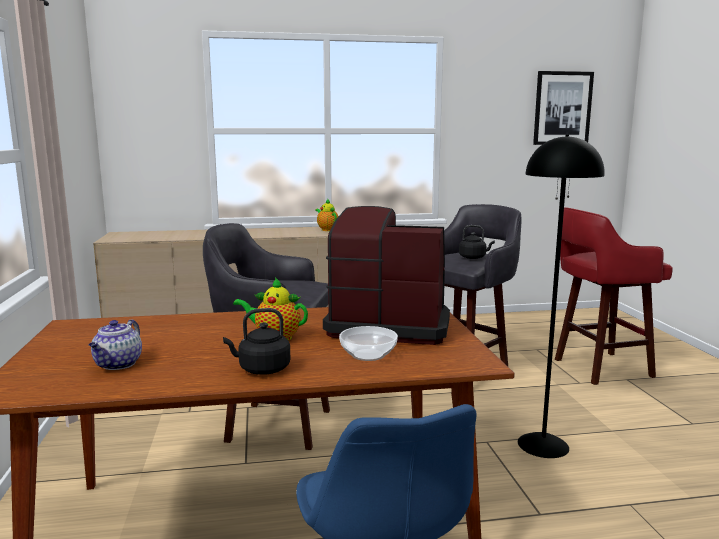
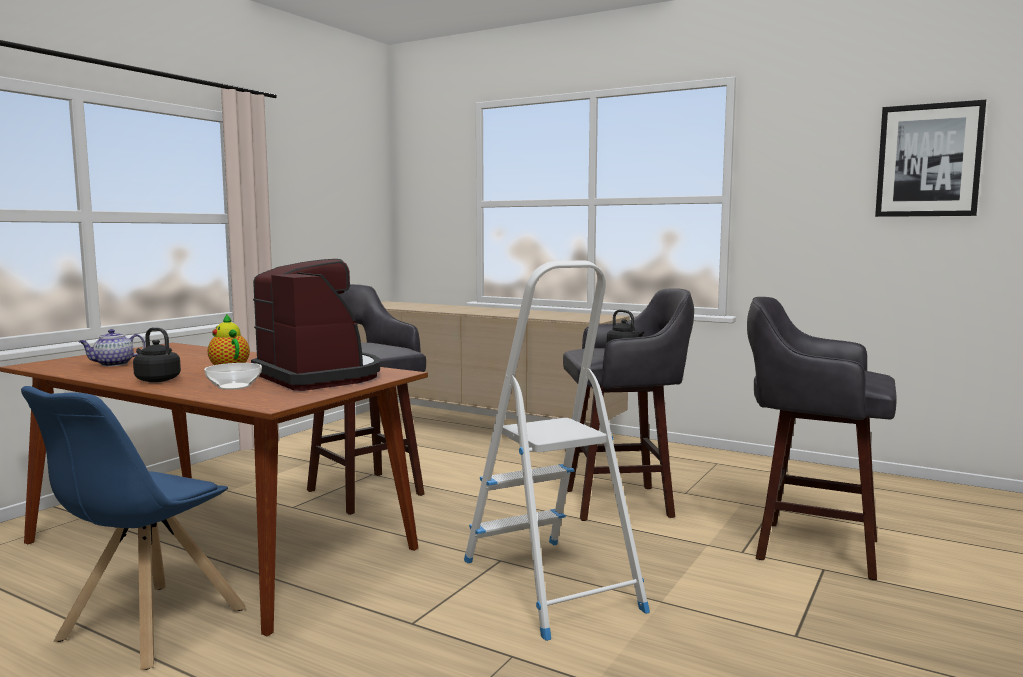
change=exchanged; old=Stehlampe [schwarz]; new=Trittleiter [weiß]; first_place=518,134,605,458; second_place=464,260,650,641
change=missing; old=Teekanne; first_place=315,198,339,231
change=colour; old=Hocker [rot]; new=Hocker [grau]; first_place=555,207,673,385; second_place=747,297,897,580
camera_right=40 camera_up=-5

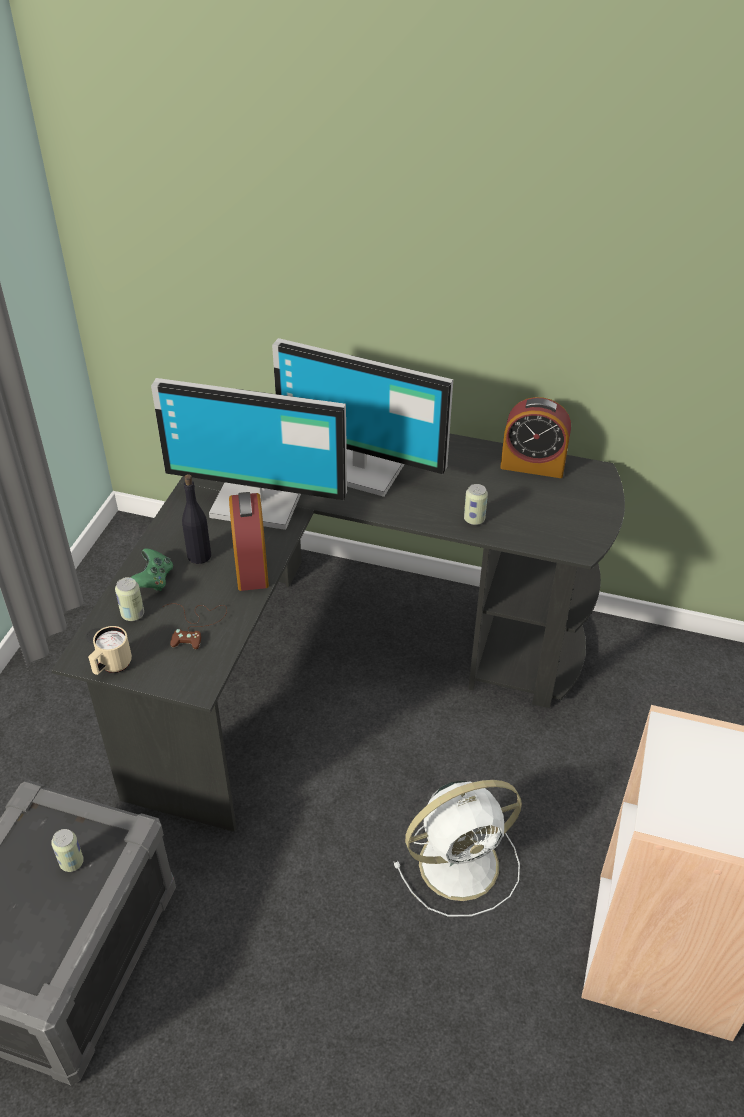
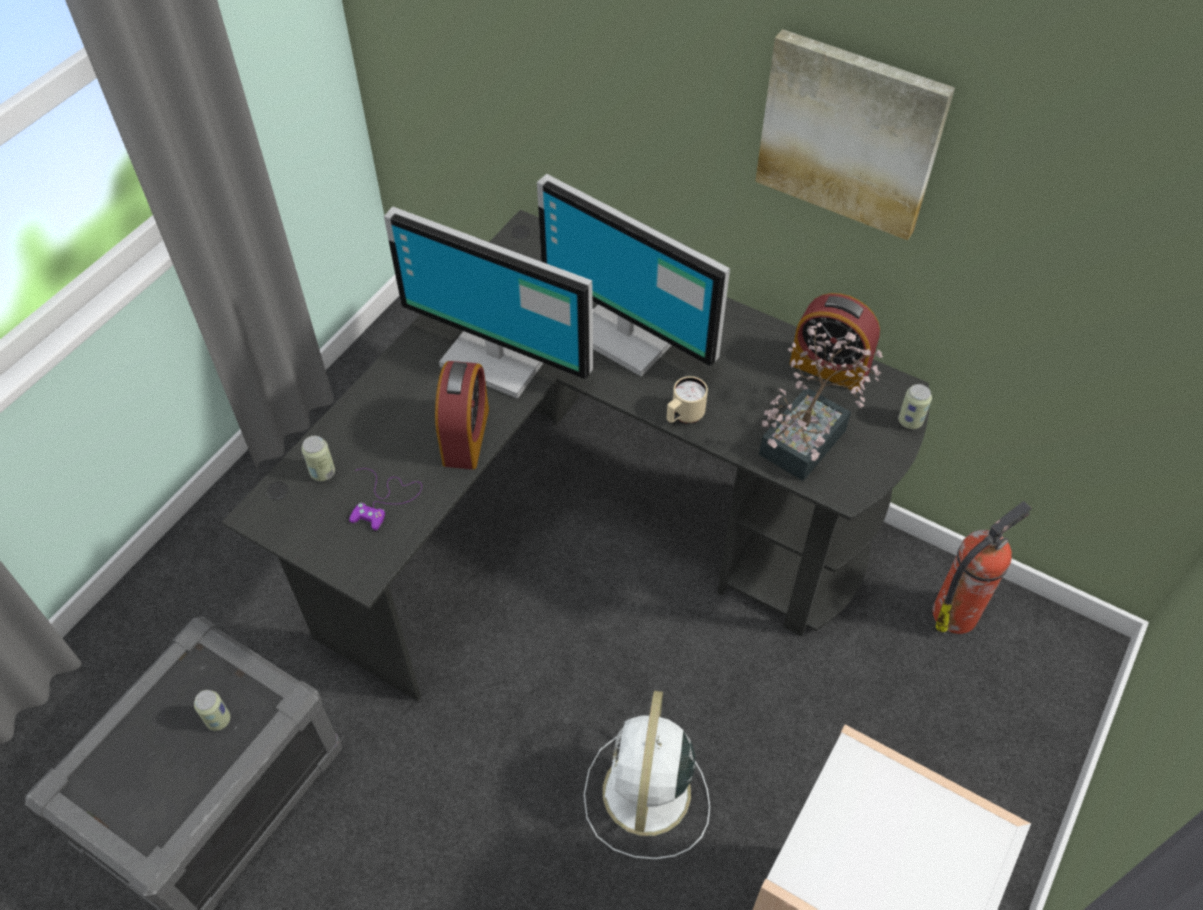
change=missing; old=Flasche [schwarz]; first_place=182,474,211,564
change=relocated; old=Dose; first_place=464,484,488,525; second_place=898,384,932,429
change=missing; old=Gamepad [grün]; first_place=130,548,173,591
change=colour; old=Gamepad [braun]; new=Gamepad [lila]; first_place=163,603,227,649; second_place=349,468,422,531
change=relocated; old=Henkelbecher [beige]; first_place=88,626,132,675; second_place=667,376,708,424
change=spun; old=Ventilator [weiß]; first_place=394,780,522,917; second_place=584,691,710,860; degrees=105
change=appeared; new=Bild; second_place=755,29,955,241
change=appeared; new=Topfpflanze; second_place=759,322,883,481
change=appeared; new=Feuerlöscher; second_place=932,501,1032,634
camera_right=15 camera_up=10

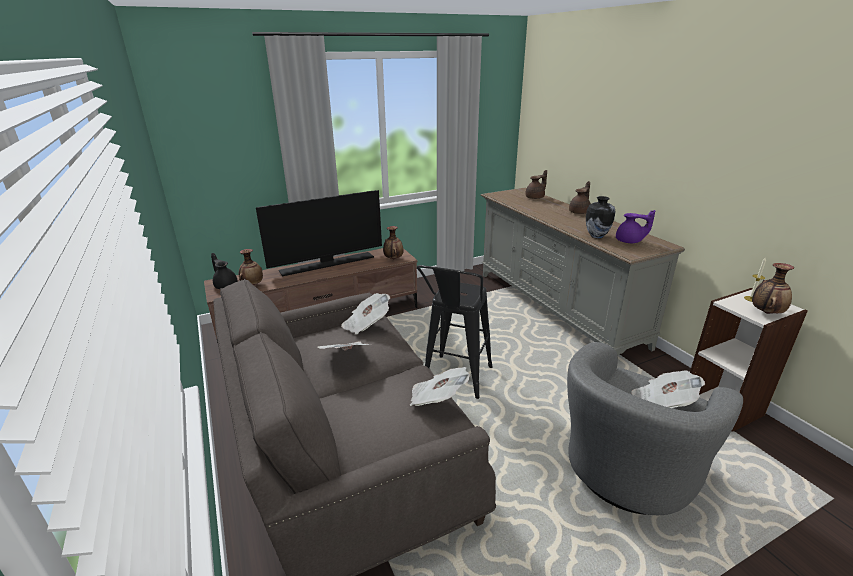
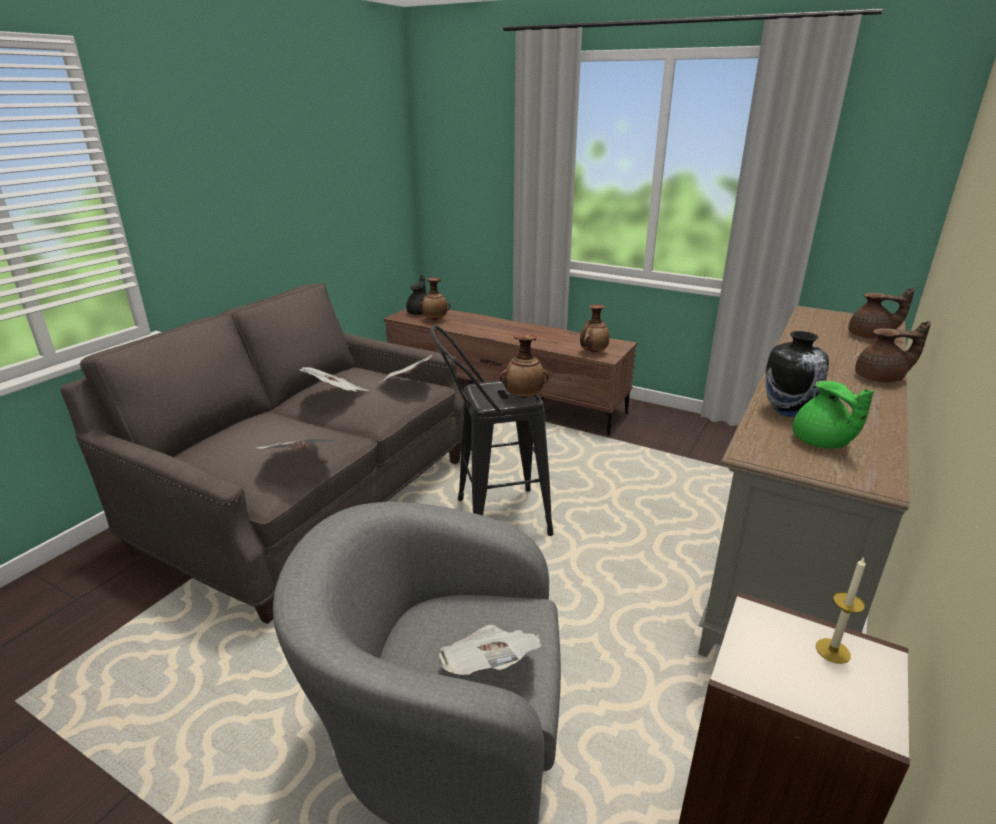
change=missing; old=Fernseher; first_place=256,190,382,276
change=colour; old=Teekanne [lila]; new=Teekanne [grün]; first_place=616,210,655,243; second_place=792,381,874,449
change=relocated; old=Vase; first_place=752,263,794,314; second_place=500,333,549,398
camera_right=55 camera_up=0

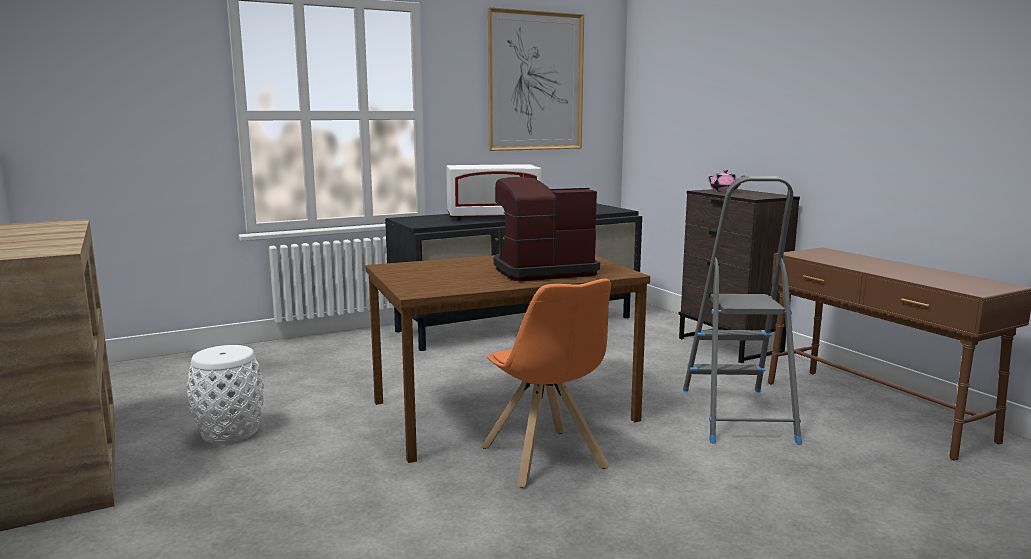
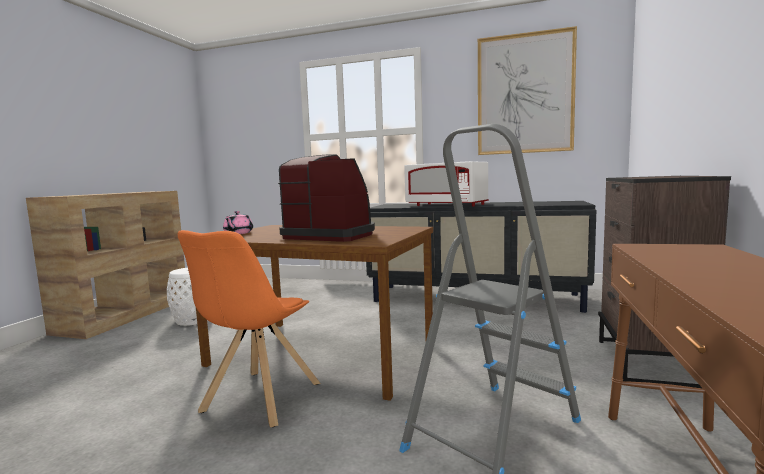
change=relocated; old=Teekanne [rosa]; first_place=708,170,743,192; second_place=223,211,253,234
camera_right=45 camera_up=-5

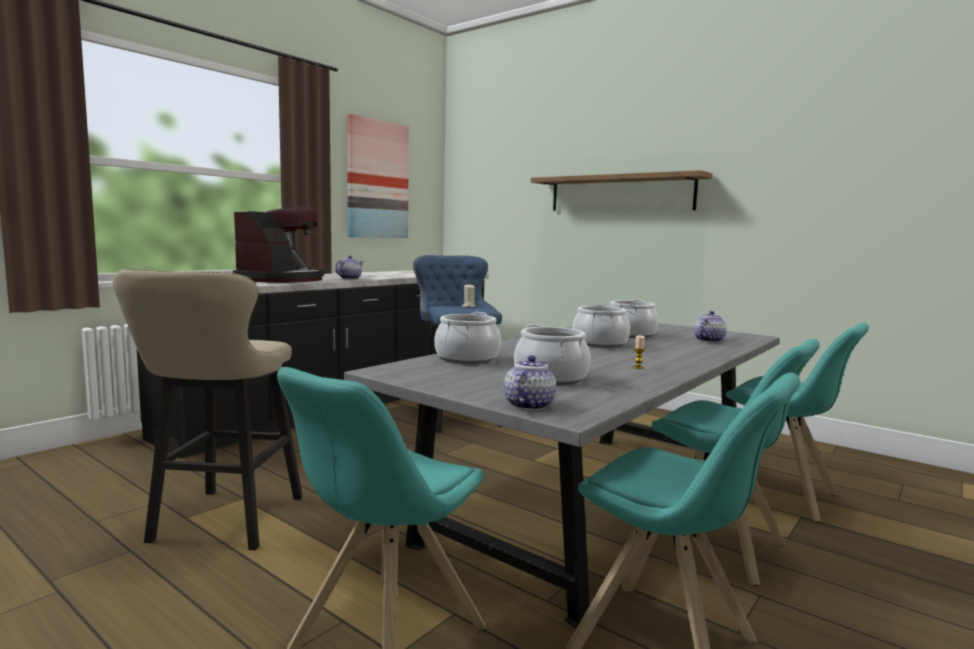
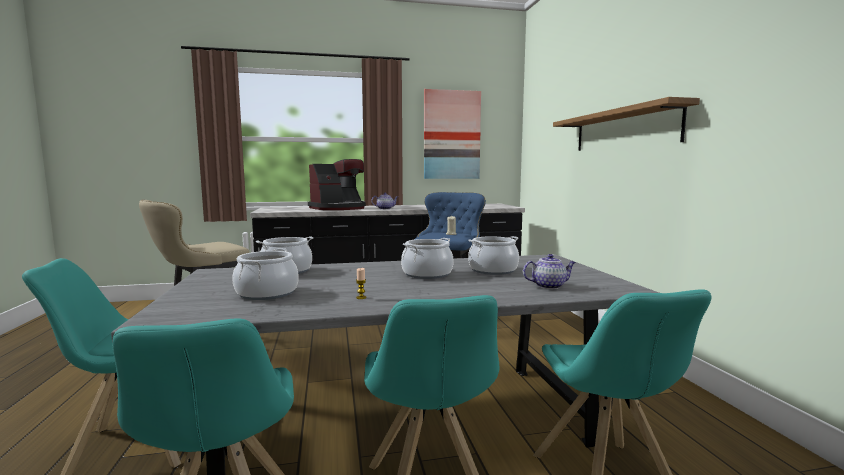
change=missing; old=Teekanne; first_place=504,355,556,410
camera_right=40 camera_up=0

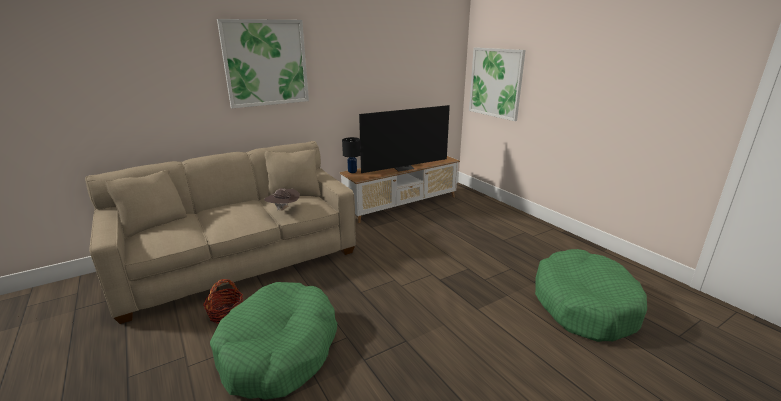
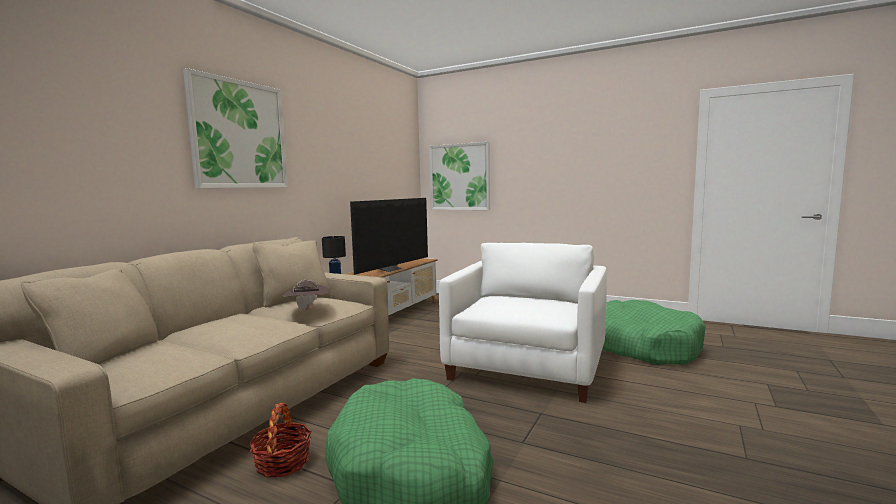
change=appeared; new=Sessel [weiß]; second_place=439,243,607,403
camera_right=-30 camera_up=-15

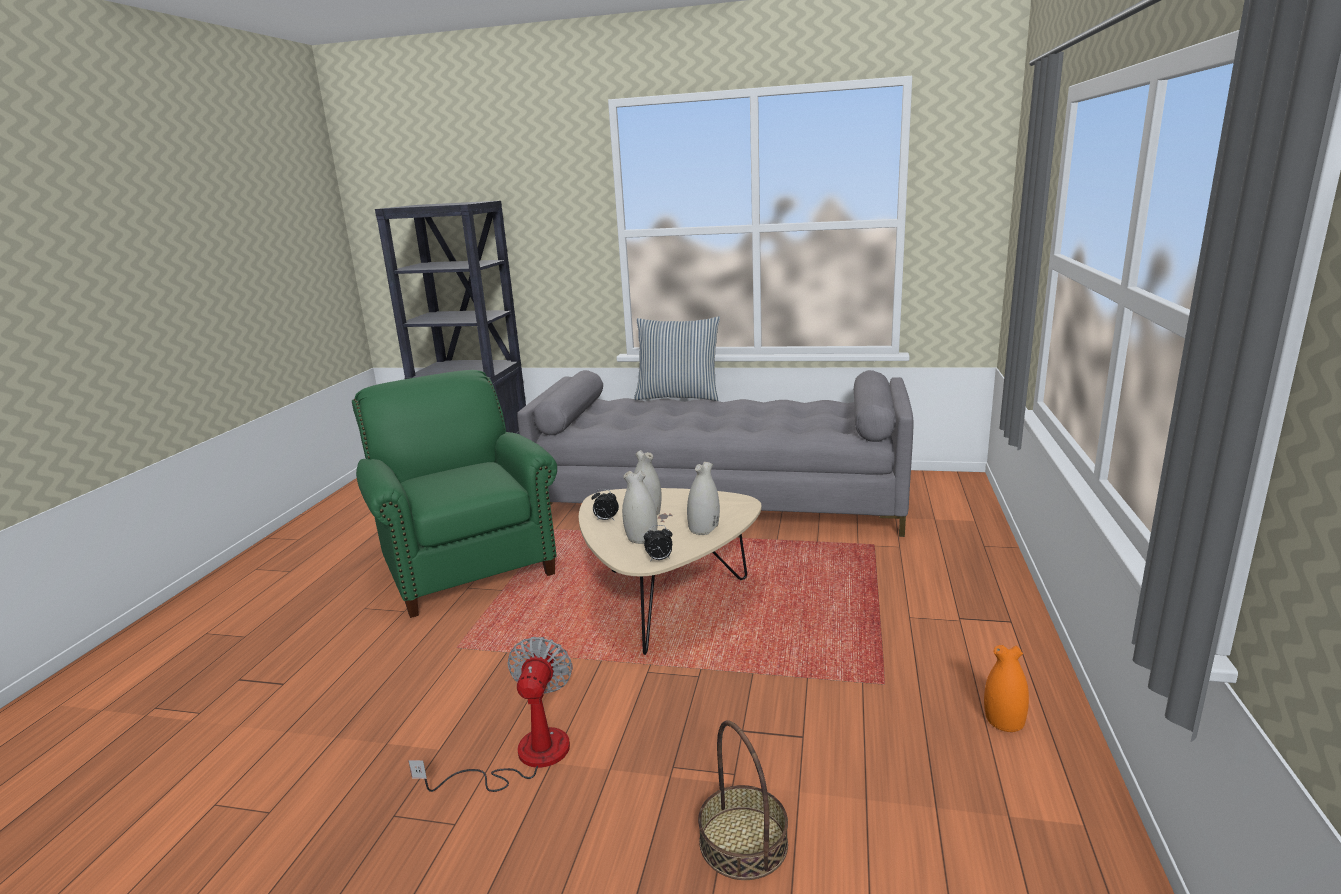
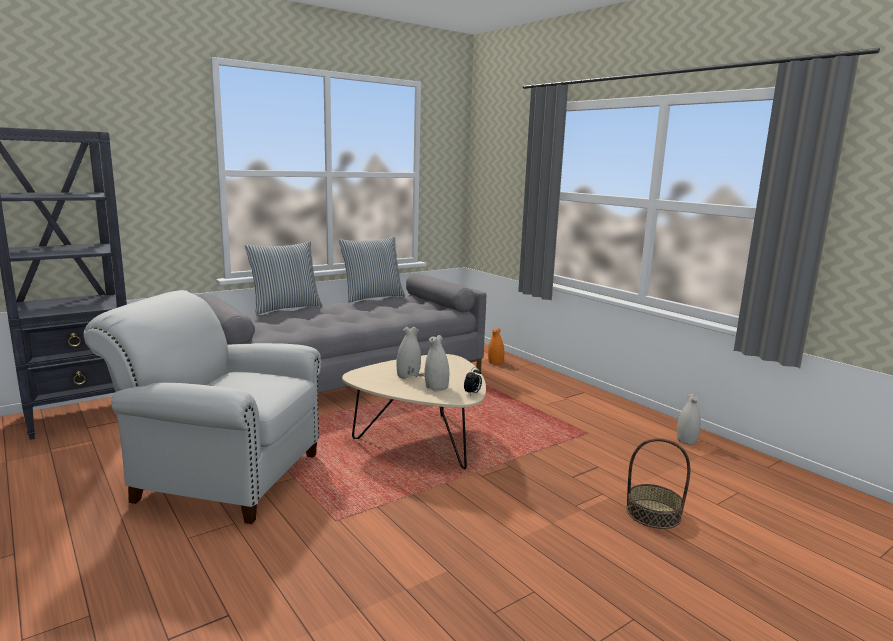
change=colour; old=Sessel [grün]; new=Sessel [weiß]; first_place=352,370,557,618; second_place=84,290,321,524
change=relocated; old=Vase [weiß]; first_place=687,462,720,535; second_place=677,394,701,445
change=missing; old=Wecker; first_place=591,489,619,520
change=missing; old=Ventilator; first_place=408,637,573,792
change=relocated; old=Vase [orange]; first_place=984,645,1029,732; second_place=488,328,504,365
change=appeared; new=Kissen; second_place=338,236,405,302
camera_right=-50 camera_up=-5

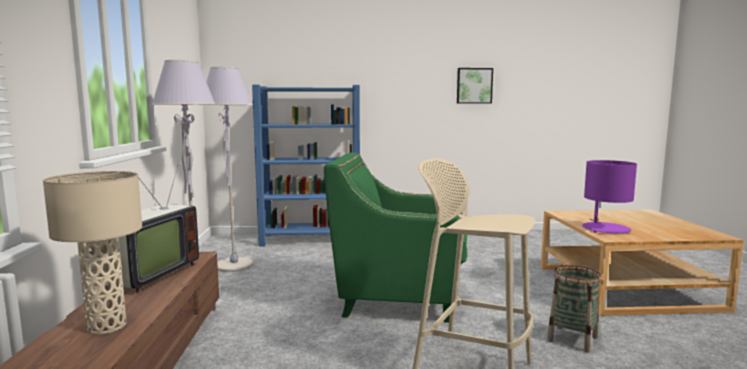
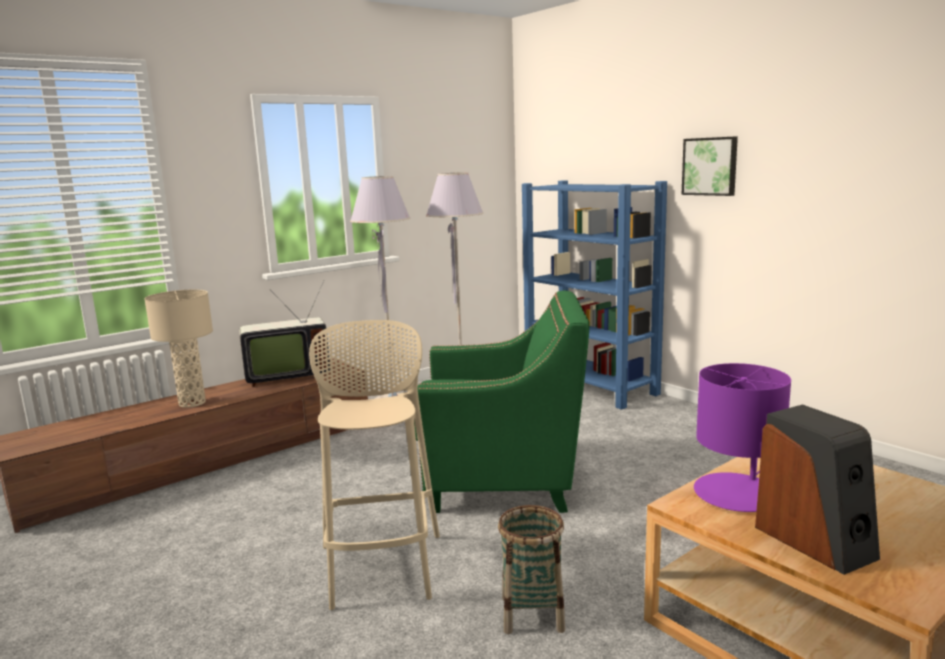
change=relocated; old=Bild; first_place=457,68,493,104; second_place=681,136,738,196
change=spun; old=Sessel [grün]; first_place=324,152,468,323; second_place=414,290,590,513; degrees=120
change=appeared; new=Lautsprecher; second_place=755,404,880,575
camera_right=55 camera_up=5

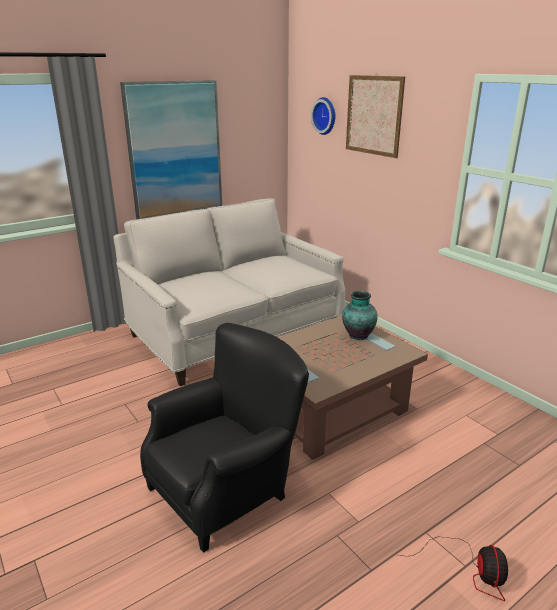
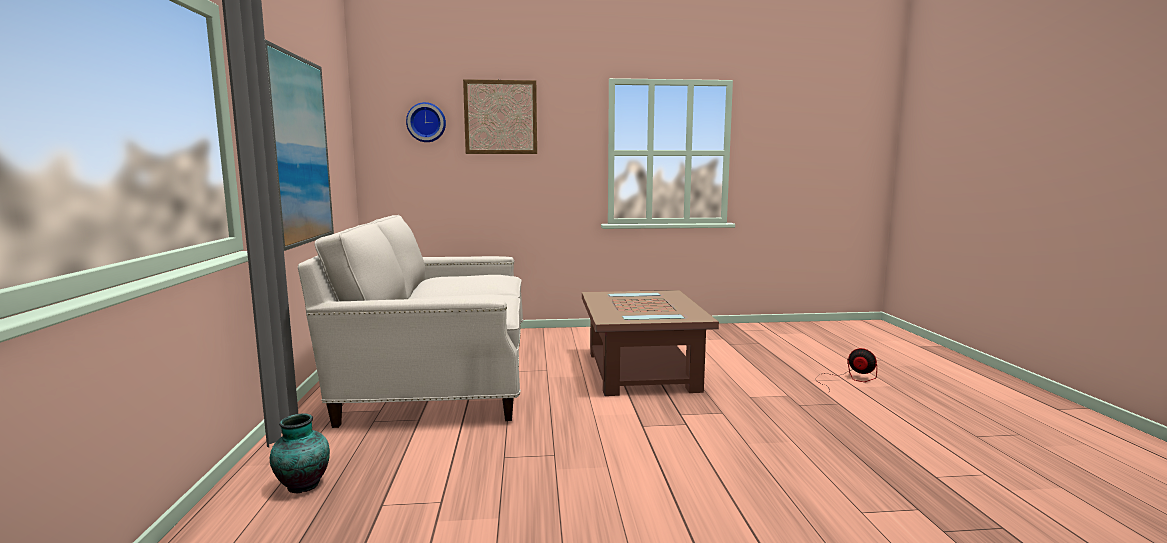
change=relocated; old=Vase; first_place=342,291,378,340; second_place=270,413,330,493
change=missing; old=Sessel [schwarz]; first_place=140,323,309,553
camera_right=-60 camera_up=-15

